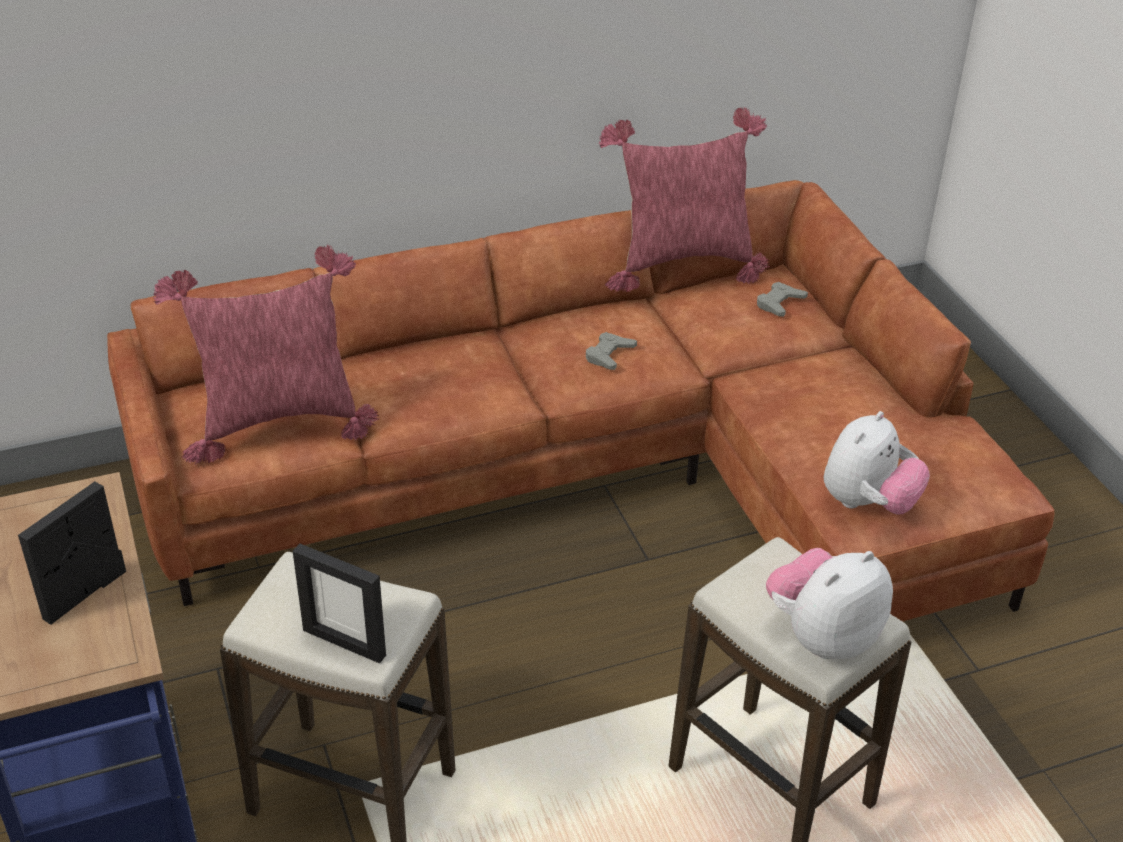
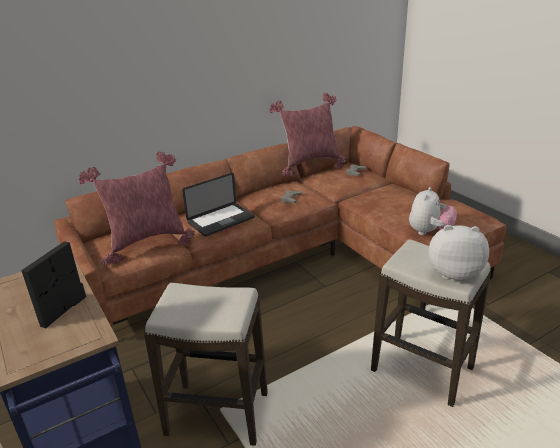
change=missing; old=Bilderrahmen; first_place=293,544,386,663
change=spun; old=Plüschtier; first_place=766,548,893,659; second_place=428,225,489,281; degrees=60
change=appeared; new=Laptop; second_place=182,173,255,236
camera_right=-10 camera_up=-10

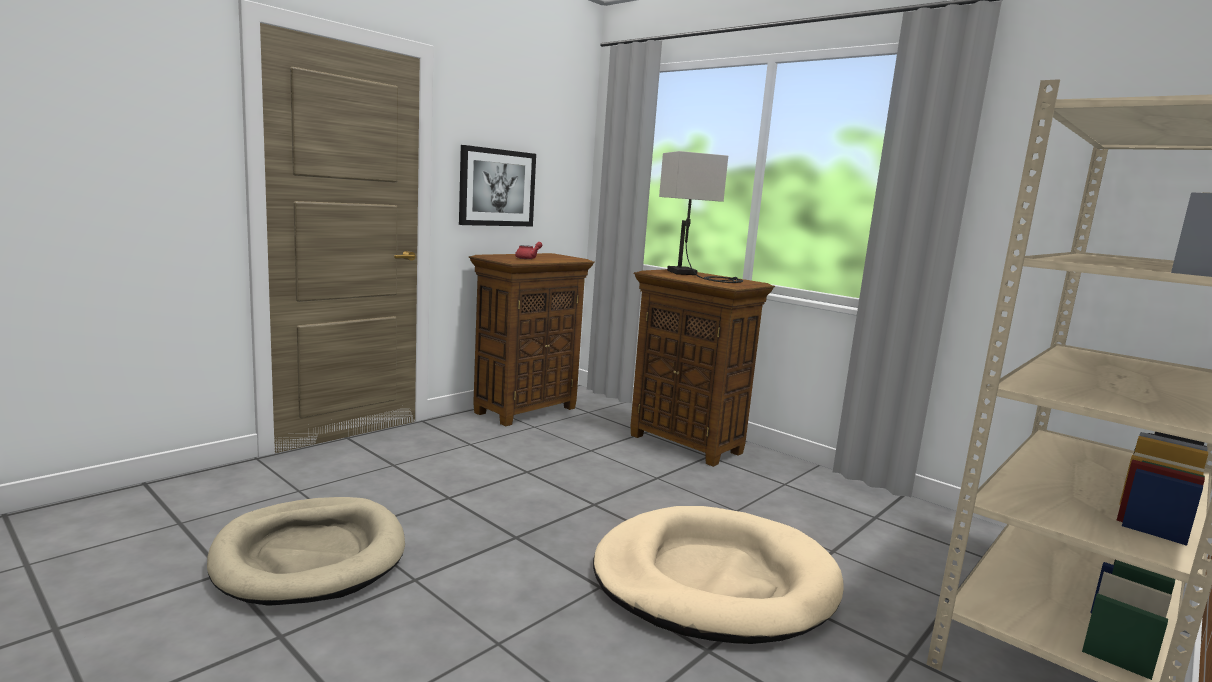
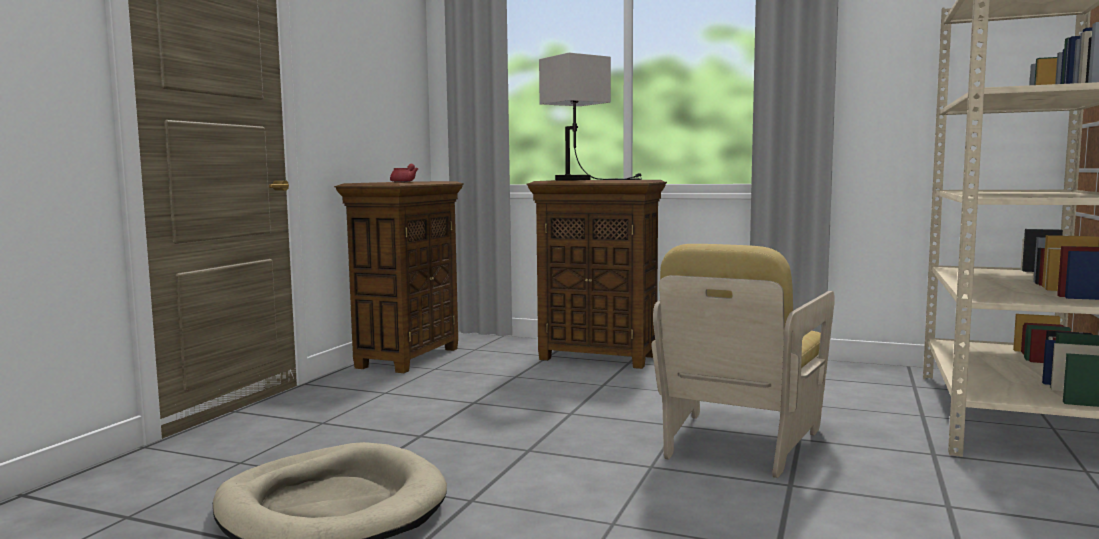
change=missing; old=Bild; first_place=459,145,536,226
change=exchanged; old=Hundebett [beige]; new=Sessel [gelb]; first_place=593,506,844,644; second_place=651,244,835,478
camera_right=-20 camera_up=-5

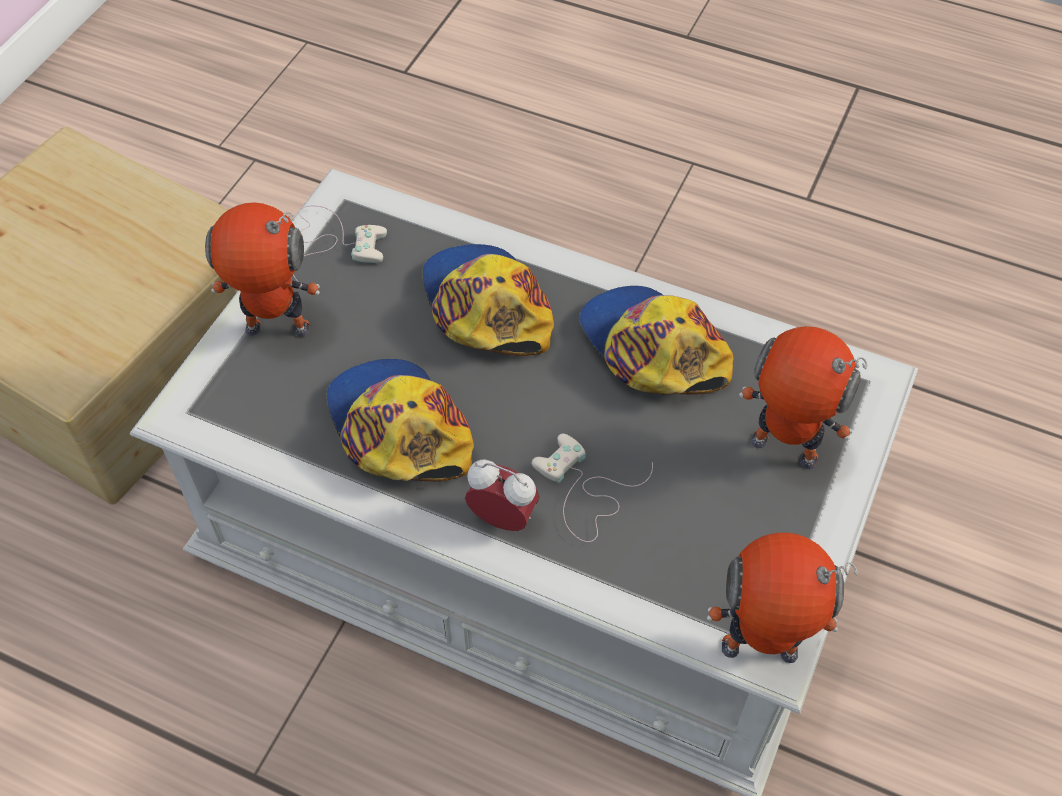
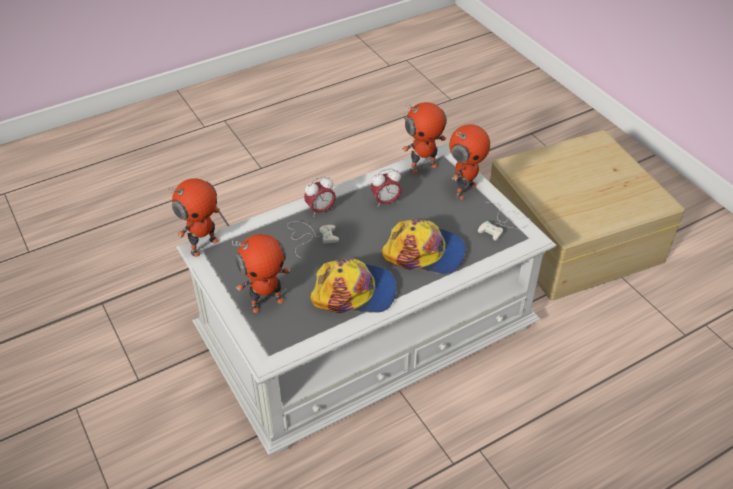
change=exchanged; old=Kappe; new=Wecker; first_place=327,359,474,482; second_place=371,168,402,207
change=appeared; new=Spielzeugroboter; second_place=402,102,447,174
camera_right=125 camera_up=-10

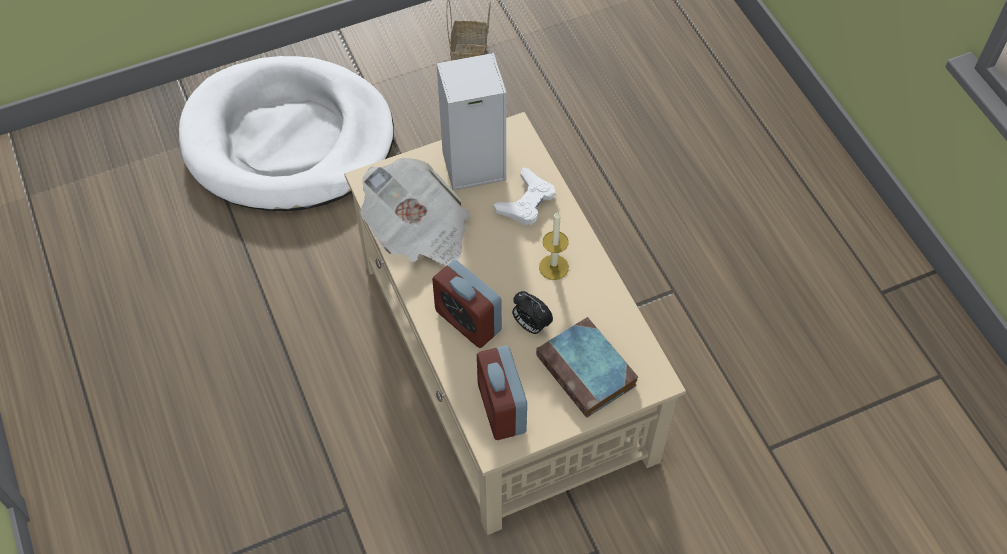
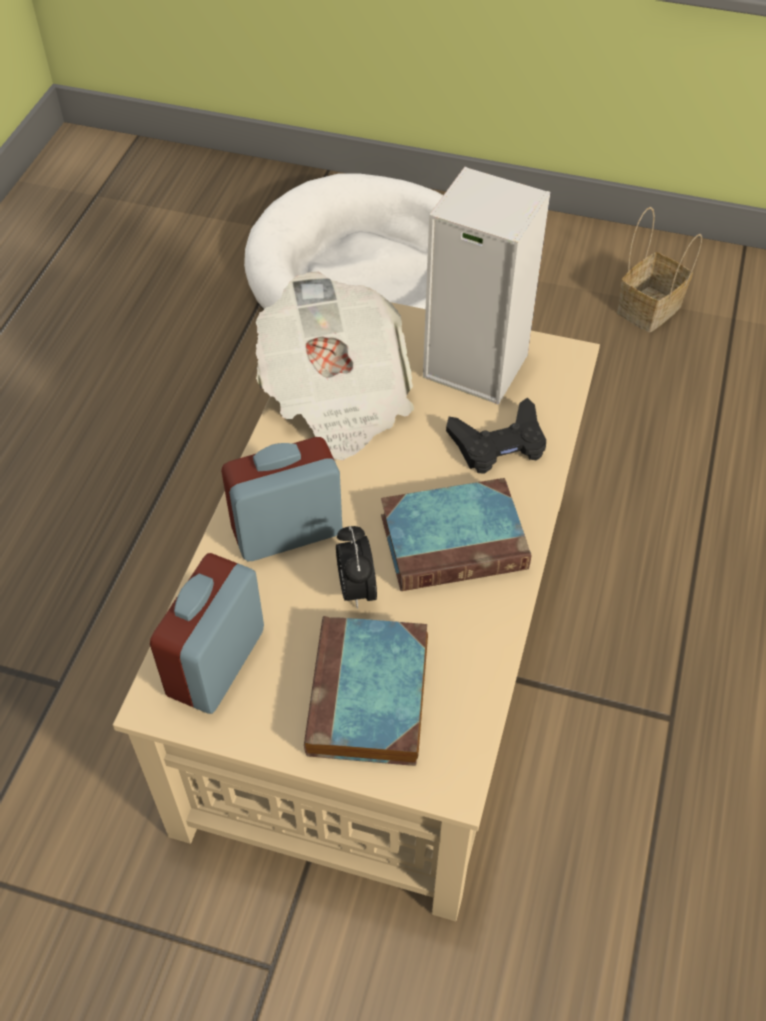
change=colour; old=Gamepad [weiß]; new=Gamepad [schwarz]; first_place=494,167,555,225; second_place=446,398,546,474
change=exchanged; old=Kerze; new=Buch; first_place=539,211,569,280; second_place=381,478,531,591
change=spun; old=Wecker; first_place=432,260,502,348; second_place=221,437,342,561; degrees=75
camera_right=40 camera_up=-5

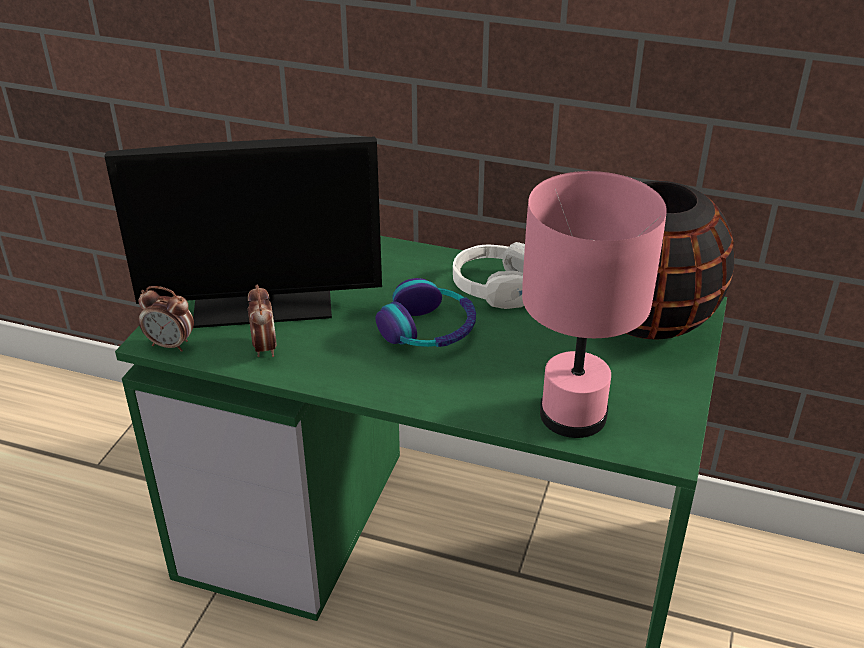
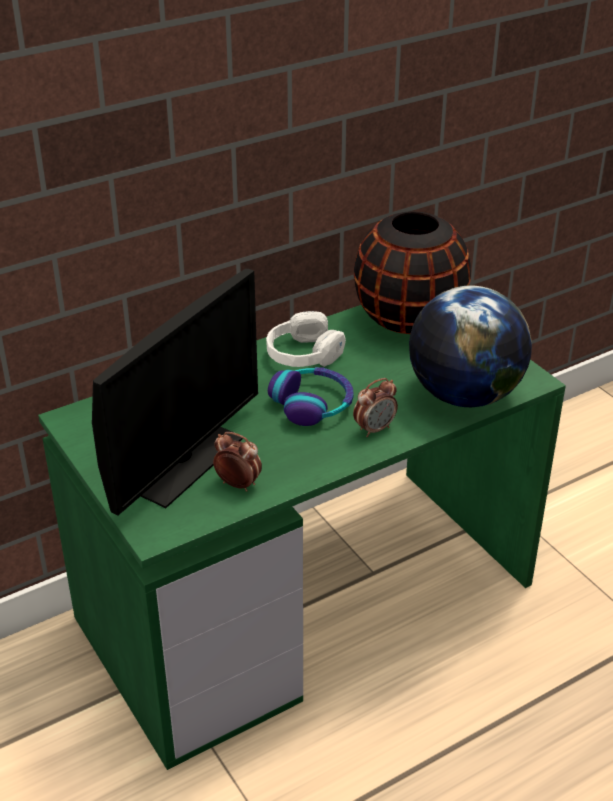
change=exchanged; old=Tischlampe [rosa]; new=Globus; first_place=522,171,667,438; second_place=409,286,532,407
change=relocated; old=Wecker; first_place=138,286,194,352; second_place=353,378,398,437
camera_right=-50 camera_up=0

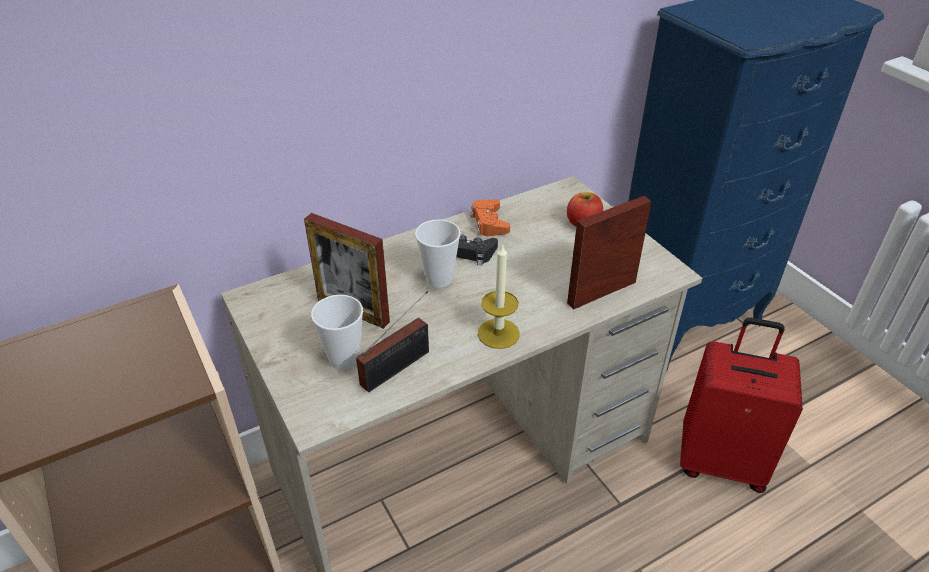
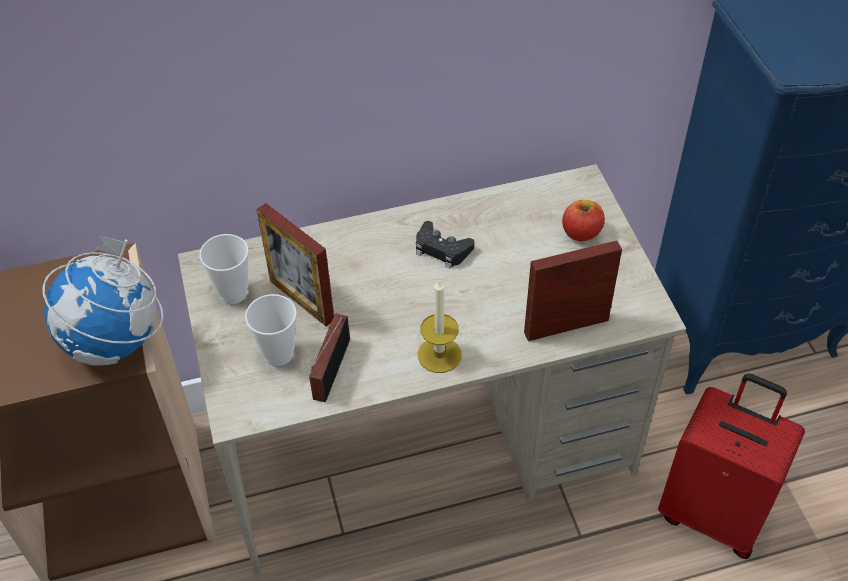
change=missing; old=Gamepad [orange]; first_place=470,199,510,236
change=relocated; old=Tasse; first_place=415,219,461,288; second_place=199,234,249,304
change=spun; old=Radio; first_place=356,291,429,392; second_place=309,313,350,402; degrees=135
change=appeared; new=Globus; second_place=42,235,164,366
camera_right=15 camera_up=10

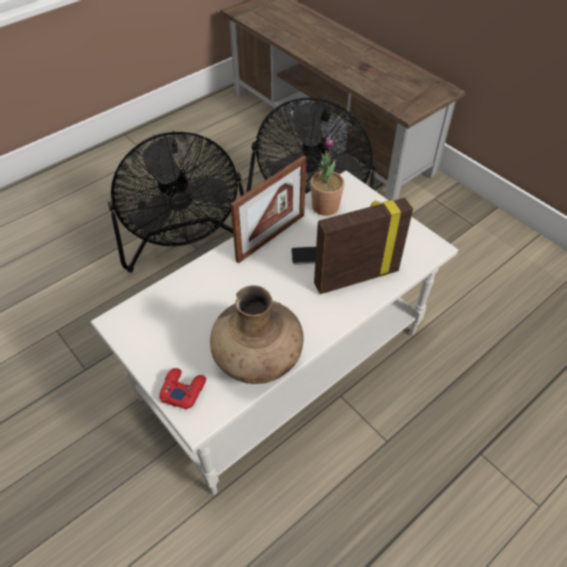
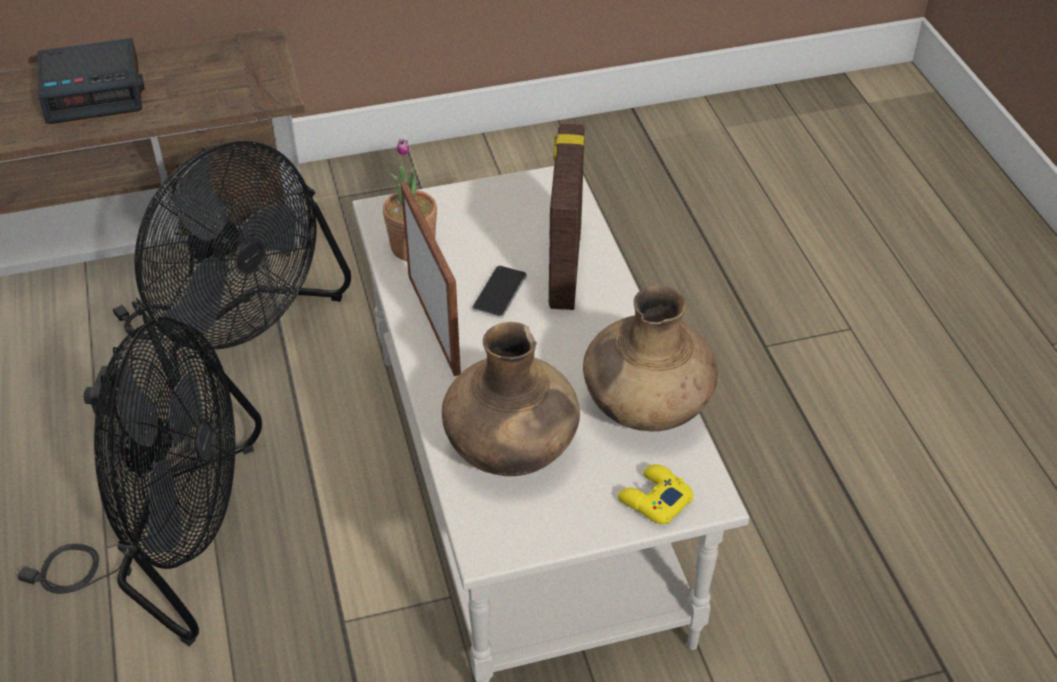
change=colour; old=Gamepad [rot]; new=Gamepad [gelb]; first_place=159,368,206,410; second_place=618,464,694,524
change=appeared; new=Wecker; second_place=38,38,145,124
change=appeared; new=Vase [braun]; second_place=442,322,580,476
camera_right=-65 camera_up=-5

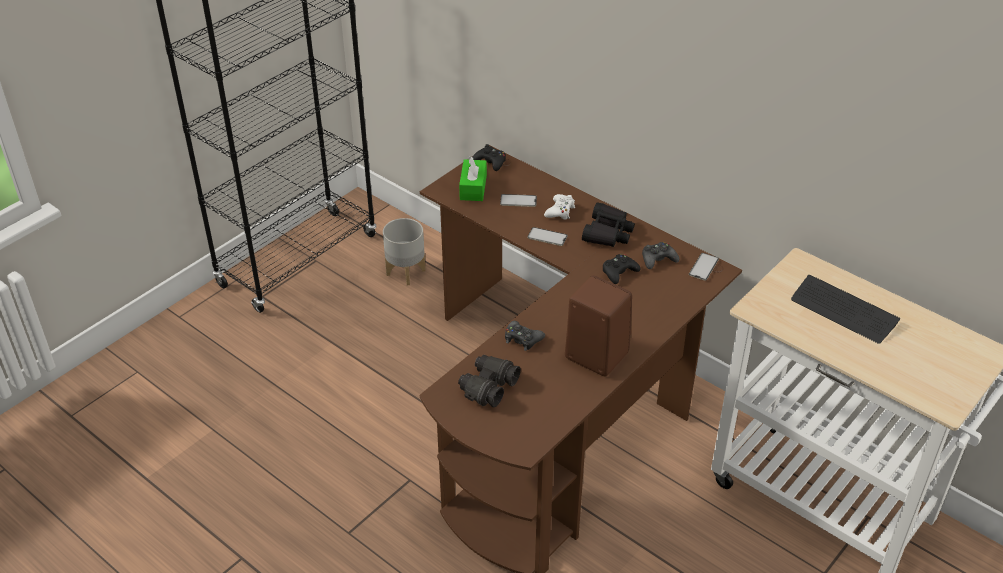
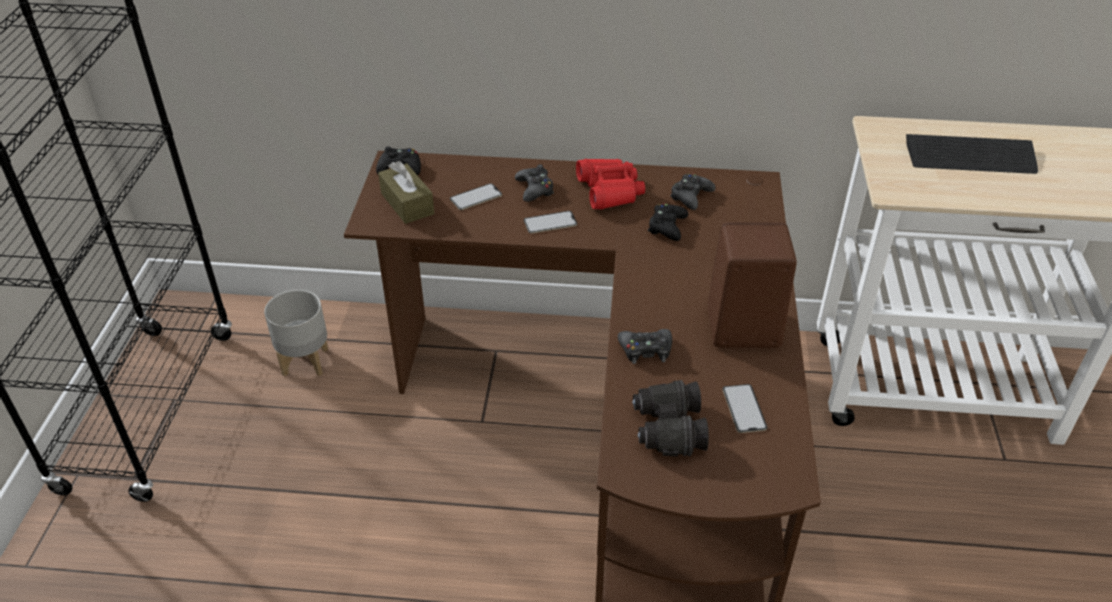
change=colour; old=Taschentuchbox [grün]; new=Taschentuchbox [braun]; first_place=459,156,487,201; second_place=378,161,434,224
change=colour; old=Gamepad [weiß]; new=Gamepad [schwarz]; first_place=544,194,575,219; second_place=515,164,554,202
change=colour; old=Fernglas [schwarz]; new=Fernglas [rot]; first_place=582,202,635,247; second_place=576,159,645,209
change=relocated; old=Handy; first_place=689,253,719,281; second_place=722,384,767,433
camera_right=-35 camera_up=0

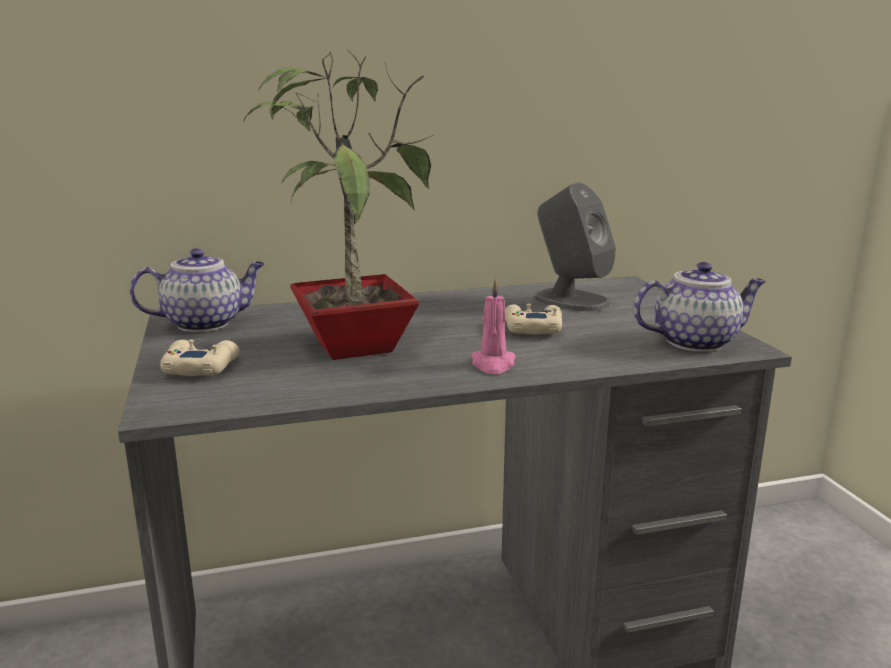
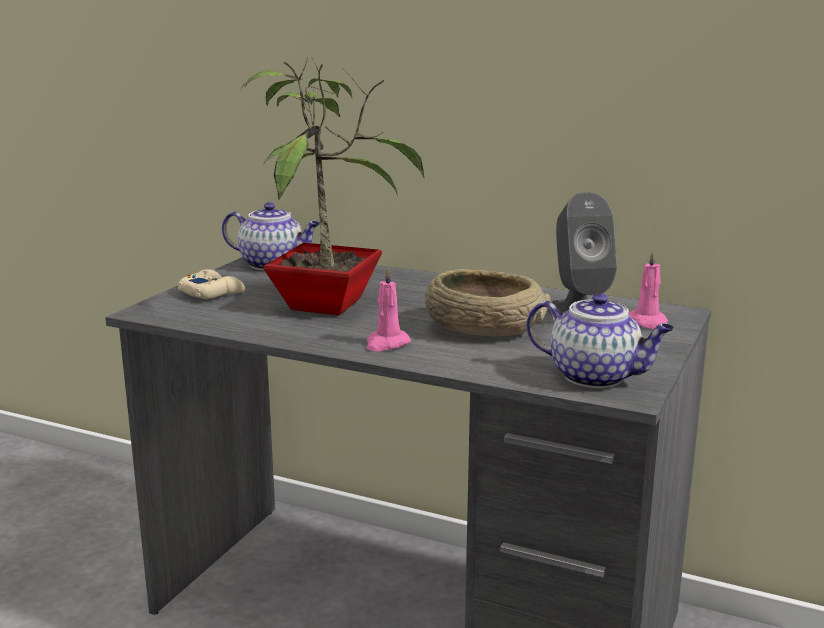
change=exchanged; old=Gamepad [beige]; new=Schüssel [beige]; first_place=505,303,562,335; second_place=425,269,551,336
change=appeared; new=Kerze [rosa]; second_place=629,249,668,329
camera_right=40 camera_up=0

